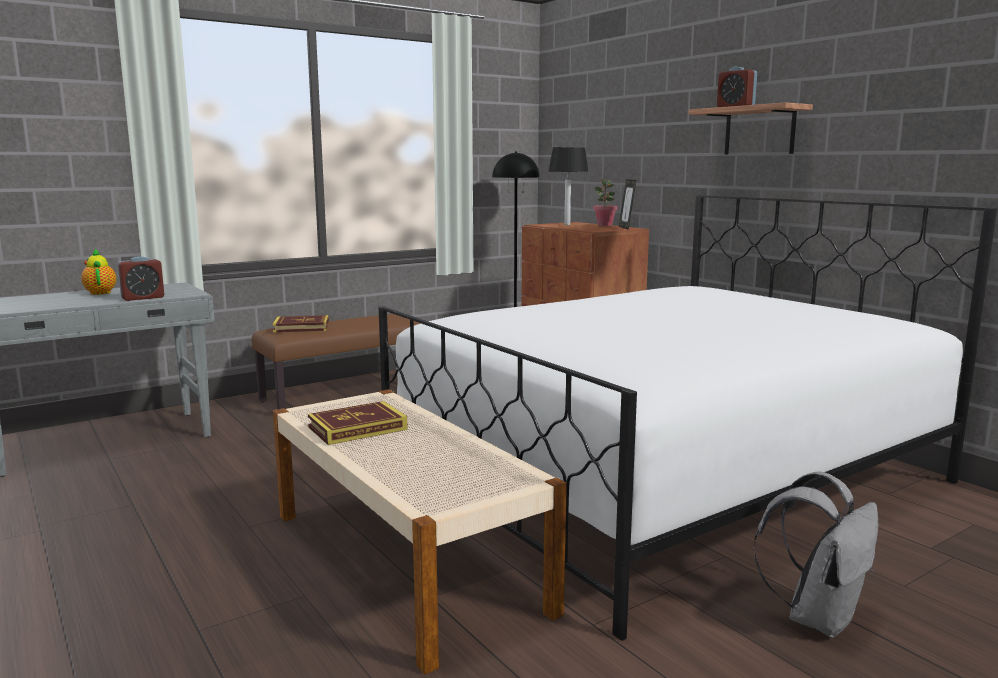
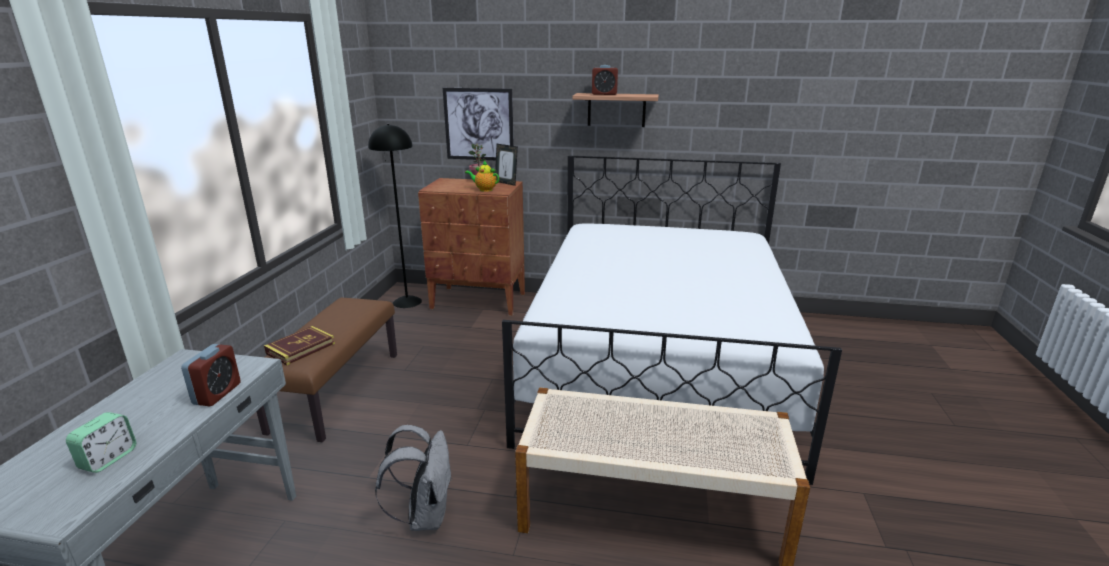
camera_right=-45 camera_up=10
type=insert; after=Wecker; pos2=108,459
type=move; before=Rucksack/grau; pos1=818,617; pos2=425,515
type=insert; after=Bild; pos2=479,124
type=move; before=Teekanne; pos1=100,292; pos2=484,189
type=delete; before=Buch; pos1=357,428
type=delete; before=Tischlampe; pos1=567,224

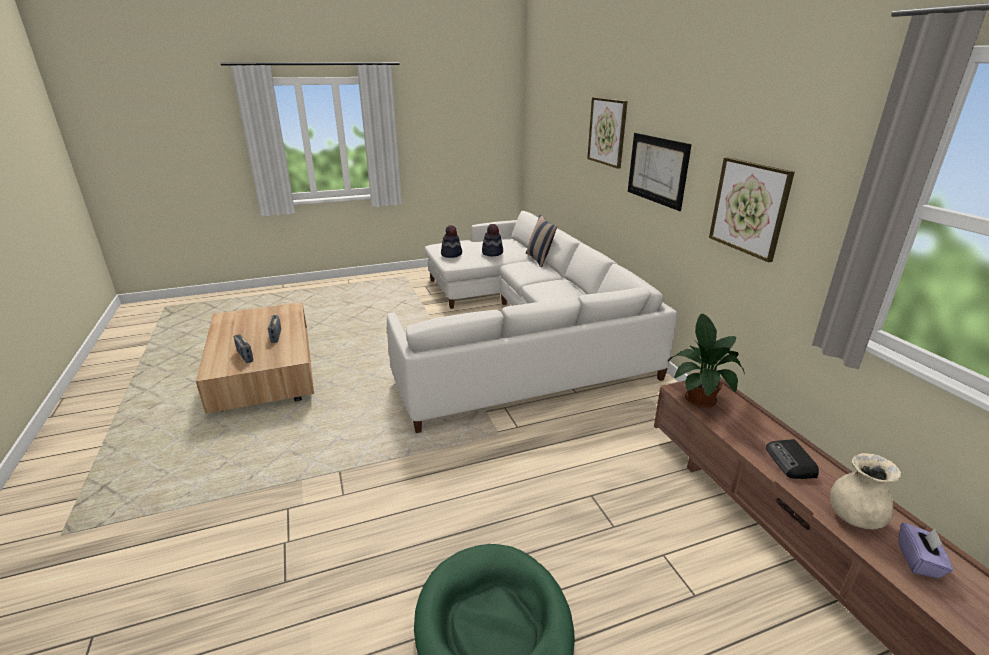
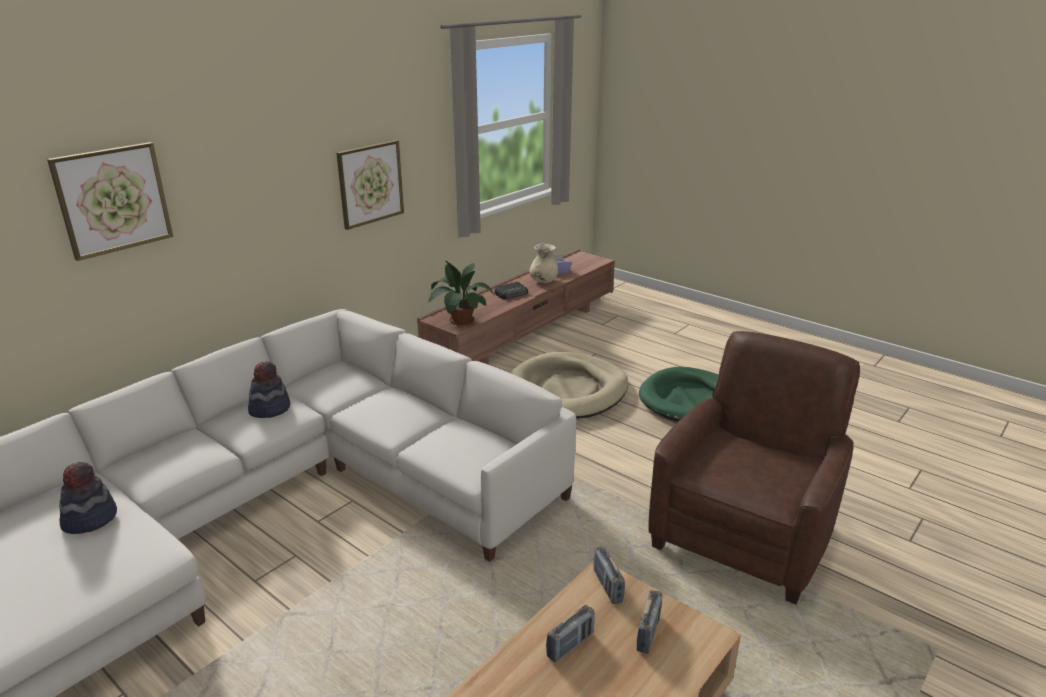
camera_right=-120 camera_up=0
type=move; before=Hut; pos1=451,254; pos2=269,409
type=insert; after=Hundebett/beige; pos2=566,391
type=insert; after=Radio; pos2=607,586
type=insert; after=Sessel/braun; pos2=744,535
type=delete; before=Kissen; pos1=539,259
type=delete; before=Bild; pos1=657,170

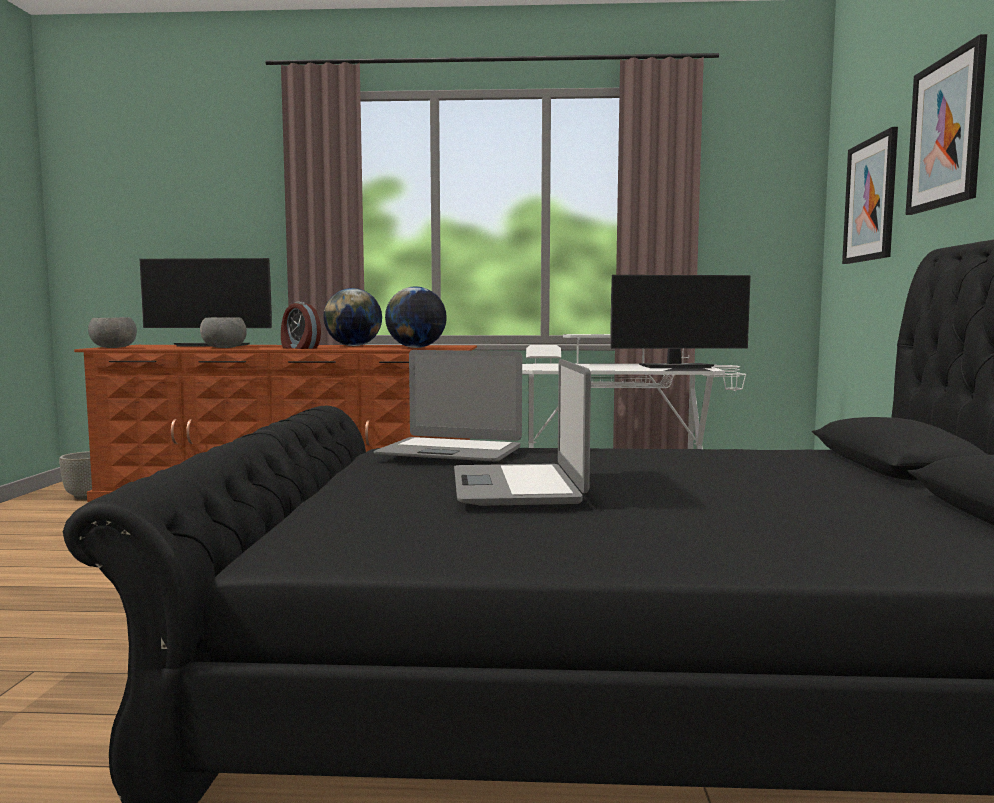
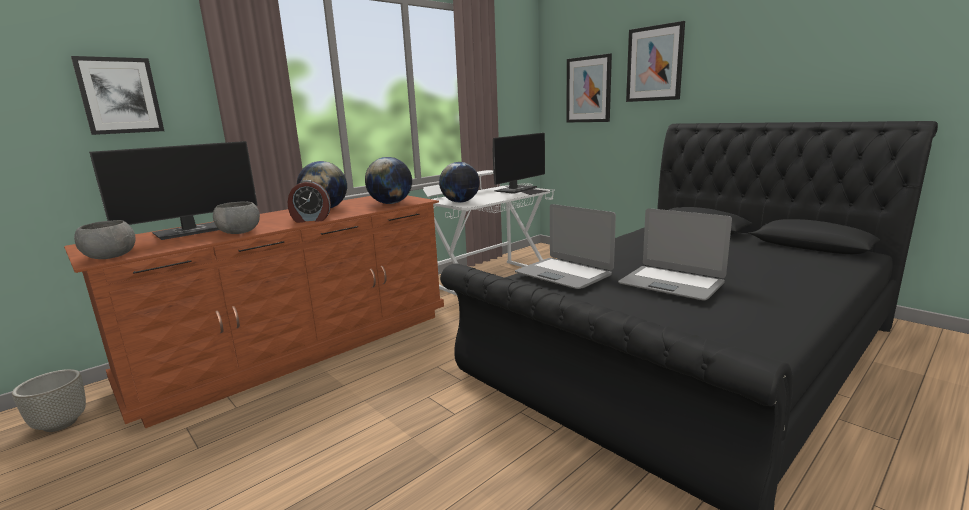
camera_right=-45 camera_up=10
type=insert; after=Bild; pos2=119,96
type=insert; after=Globus; pos2=460,202
type=rotate; before=Laptop; pos1=450,452; pos2=564,274; turn=75

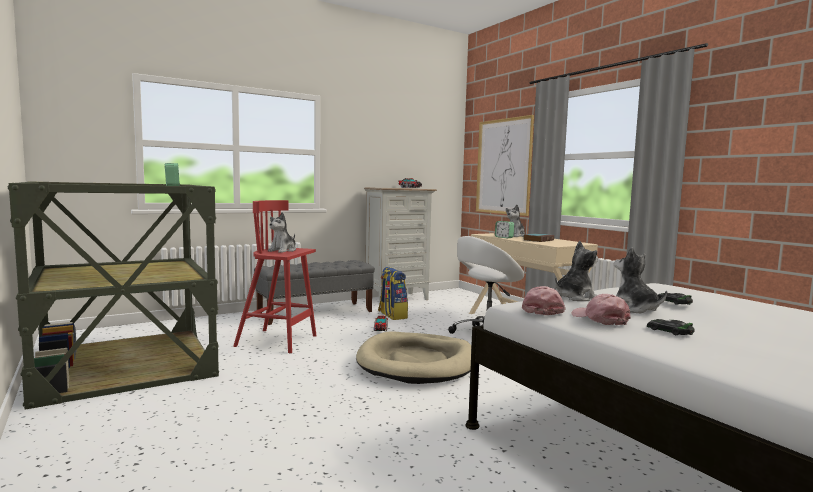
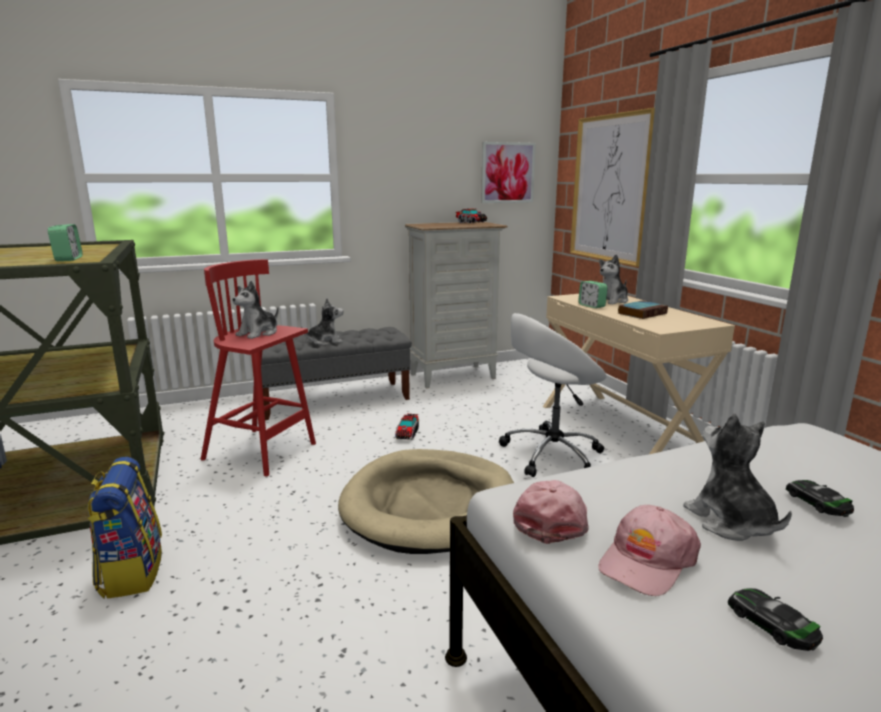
camera_right=10 camera_up=10
type=move; before=Rucksack; pos1=392,315; pos2=131,572
type=move; before=Plüschtier; pos1=574,297; pos2=325,341
type=insert; after=Bild; pos2=507,173
type=rotate; before=Kappe/rosa; pos1=600,319; pos2=646,561; turn=-120

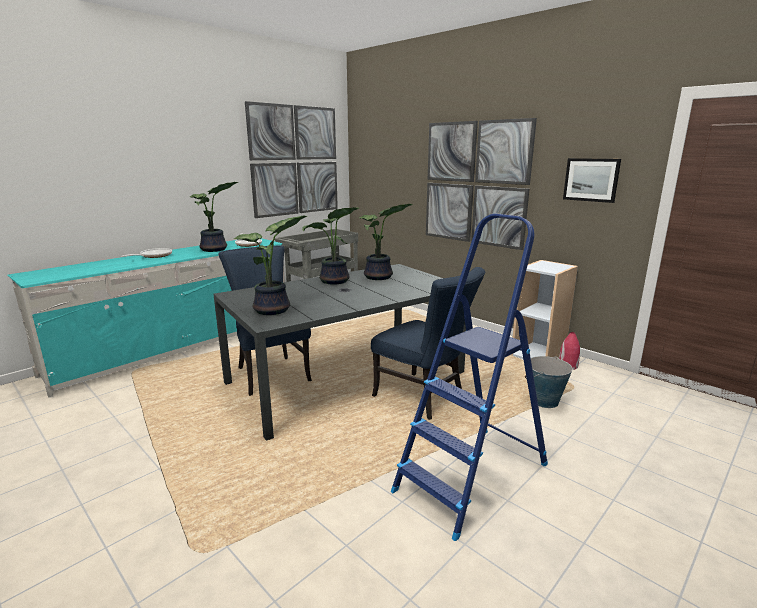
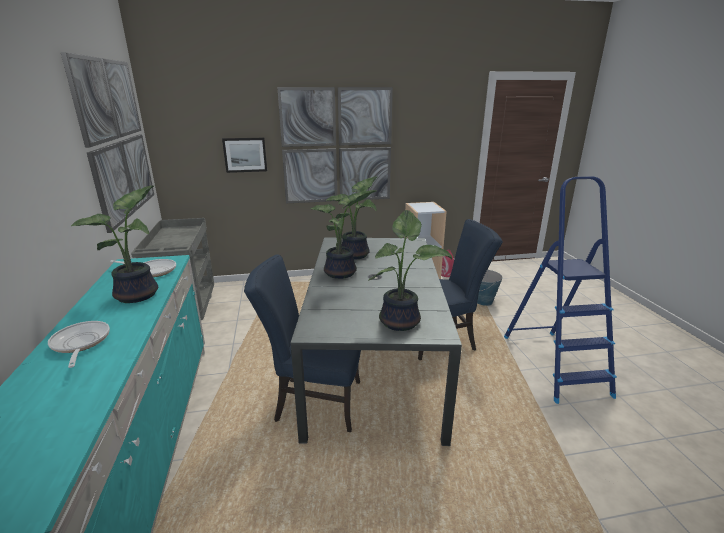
camera_right=-55 camera_up=5
type=move; before=Bild; pos1=591,179; pos2=245,154

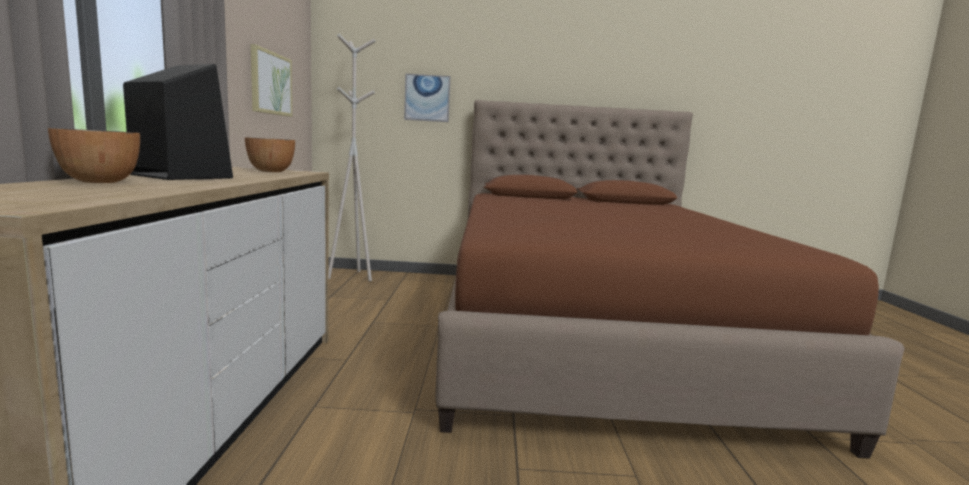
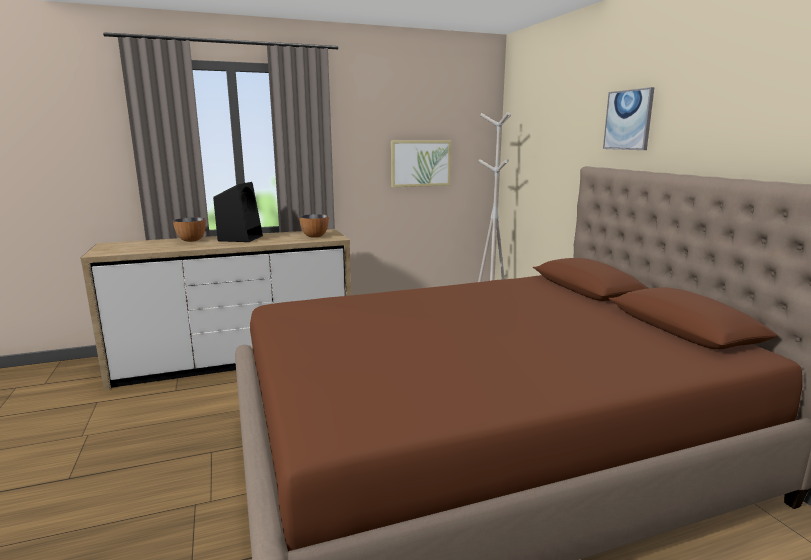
camera_right=70 camera_up=5
type=move; before=Bild; pos1=427,98; pos2=628,120

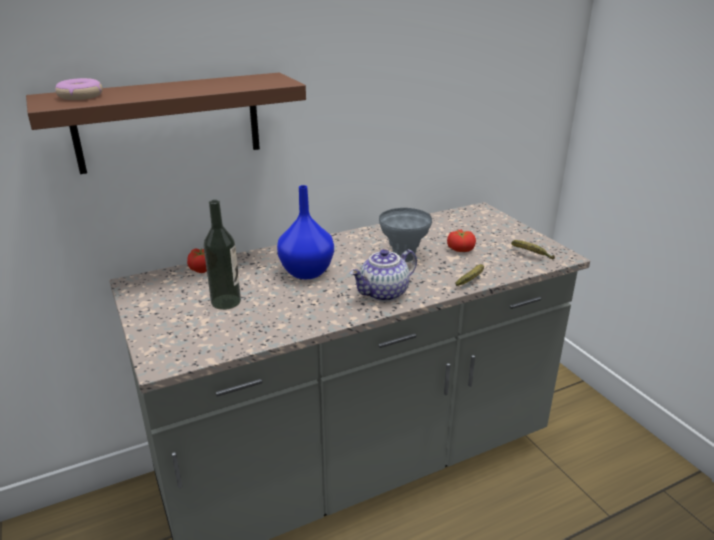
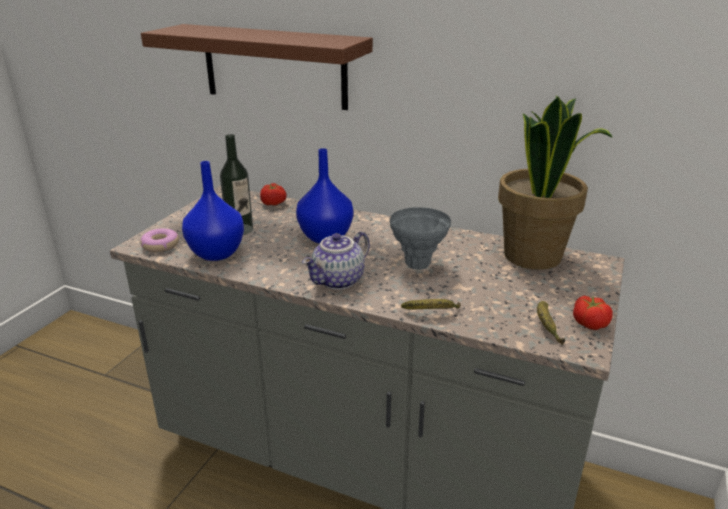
camera_right=50 camera_up=0
type=move; before=Donut; pos1=80,96; pos2=160,245
type=insert; after=Vase/blau; pos2=216,254
type=rotate; before=Teekanne; pos1=384,294; pos2=338,281; turn=-60
type=insert; after=Topfpflanze; pos2=533,256
type=move; before=Tomate; pos1=460,249; pos2=590,323

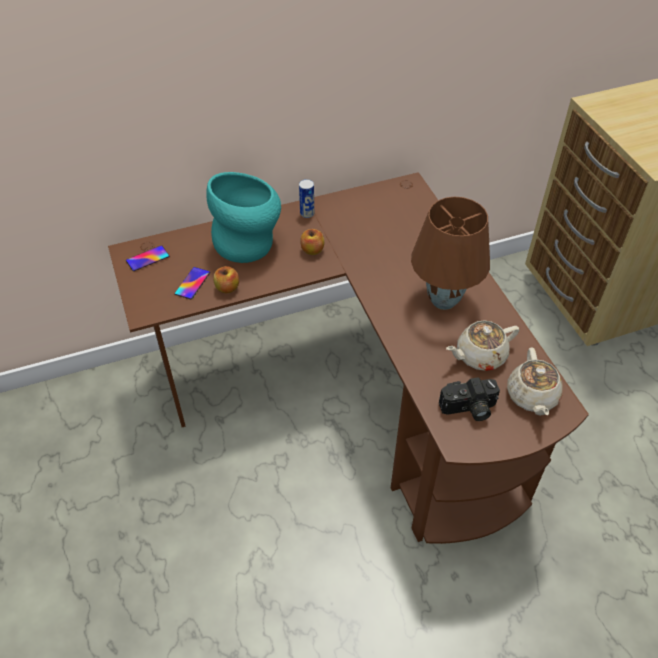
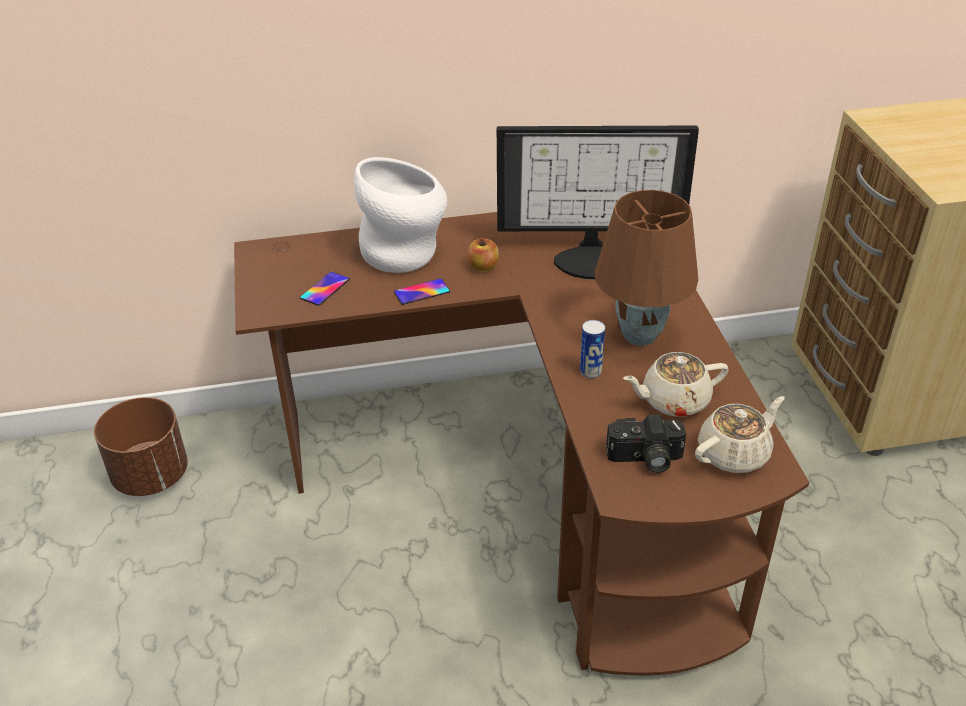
camera_right=10 camera_up=-10
type=insert; after=Pflanzkübel/braun; pos2=151,475
type=recolor; before=Vase/türkis; after=Vase/weiß; pos1=249,243; pos2=405,253
type=move; before=Handy; pos1=147,258; pos2=421,292
type=insert; after=Monitor; pos2=593,257
type=move; before=Dose; pos1=307,213; pos2=590,371
type=rotate; before=Teekanne/beige; pos1=532,396; pos2=734,453; turn=-135
type=delete; before=Apfel; pos1=227,288

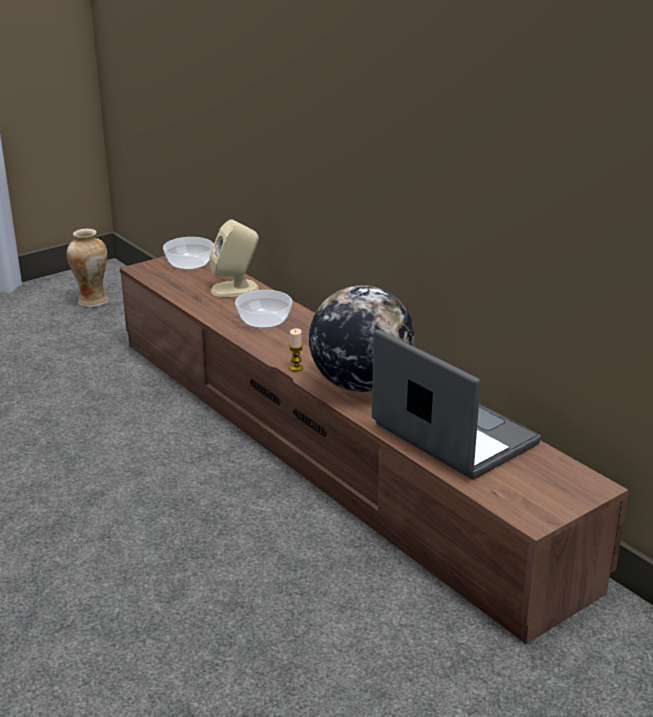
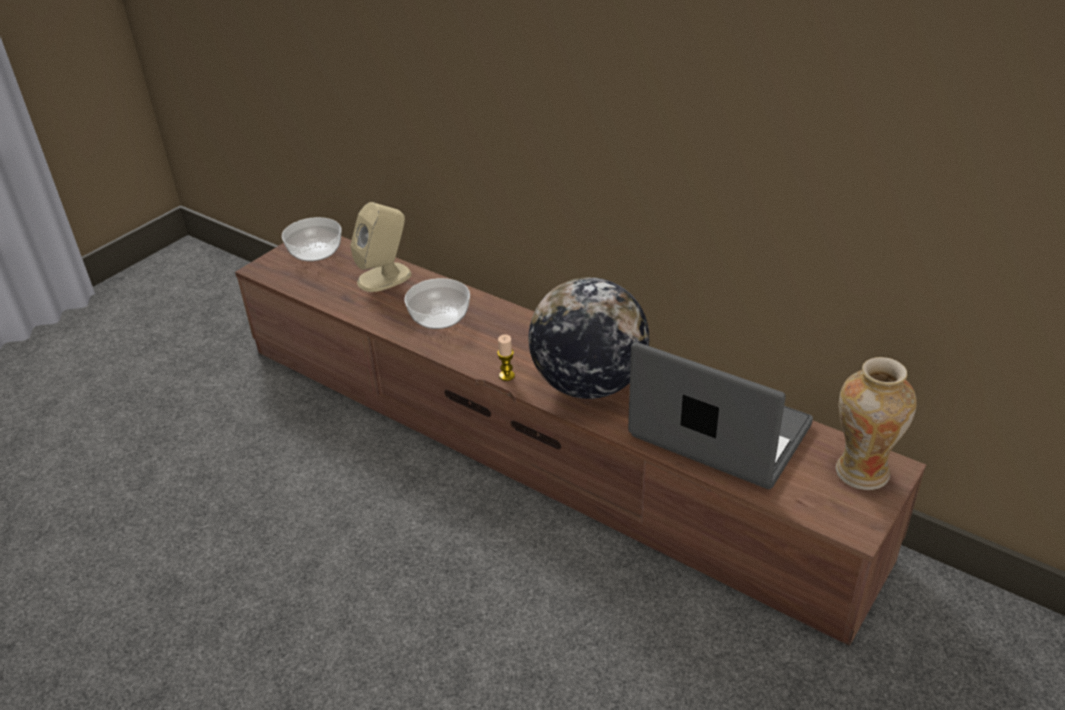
camera_right=-15 camera_up=10
type=move; before=Vase; pos1=92,301; pos2=861,472

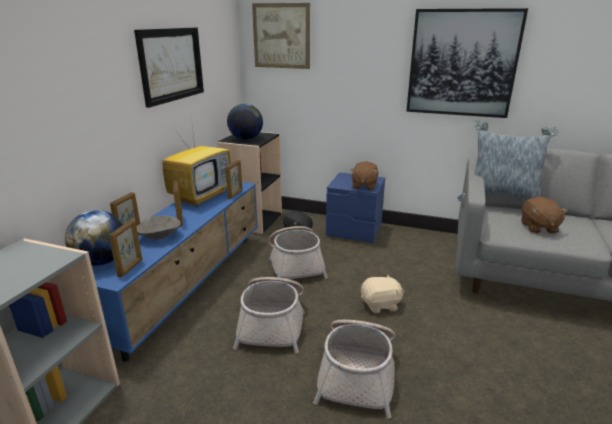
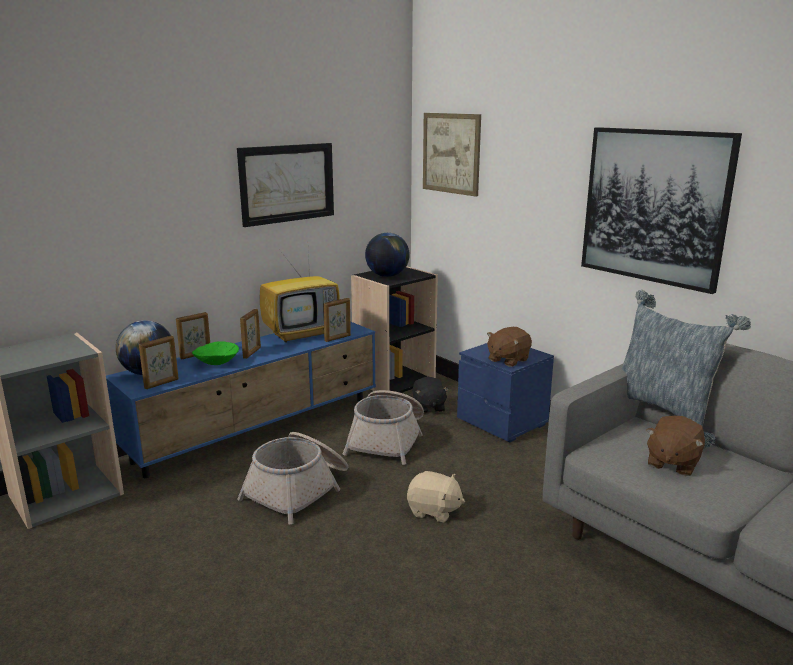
camera_right=30 camera_up=-5
type=recolor; before=Schüssel/grau; after=Schüssel/grün; pos1=159,237; pos2=216,363
type=delete; before=Korb; pos1=358,373

